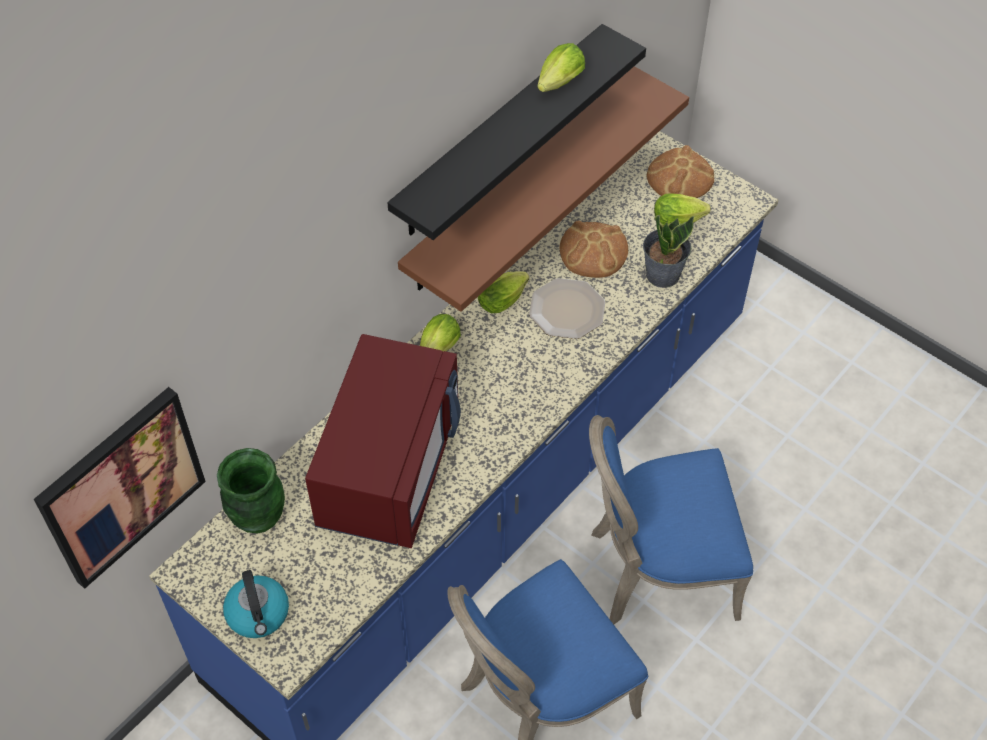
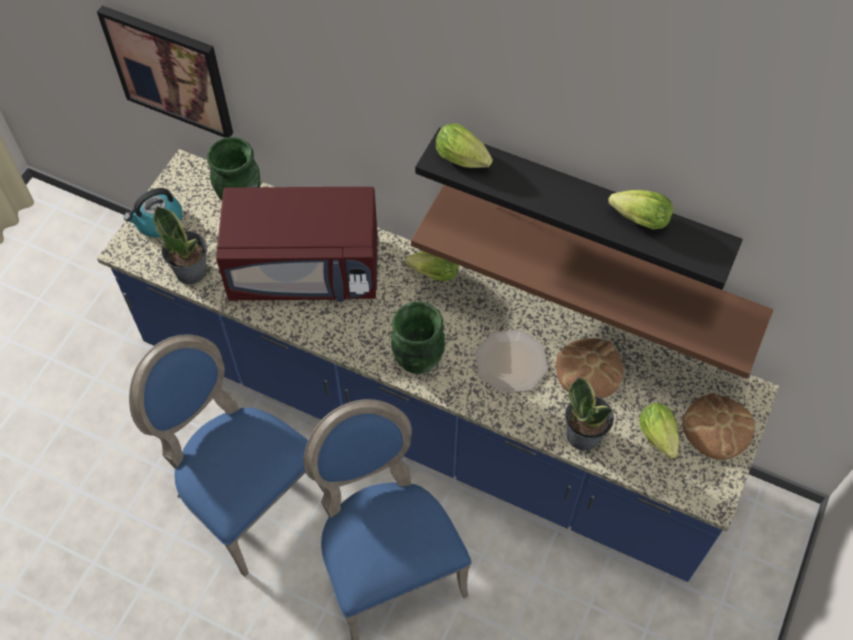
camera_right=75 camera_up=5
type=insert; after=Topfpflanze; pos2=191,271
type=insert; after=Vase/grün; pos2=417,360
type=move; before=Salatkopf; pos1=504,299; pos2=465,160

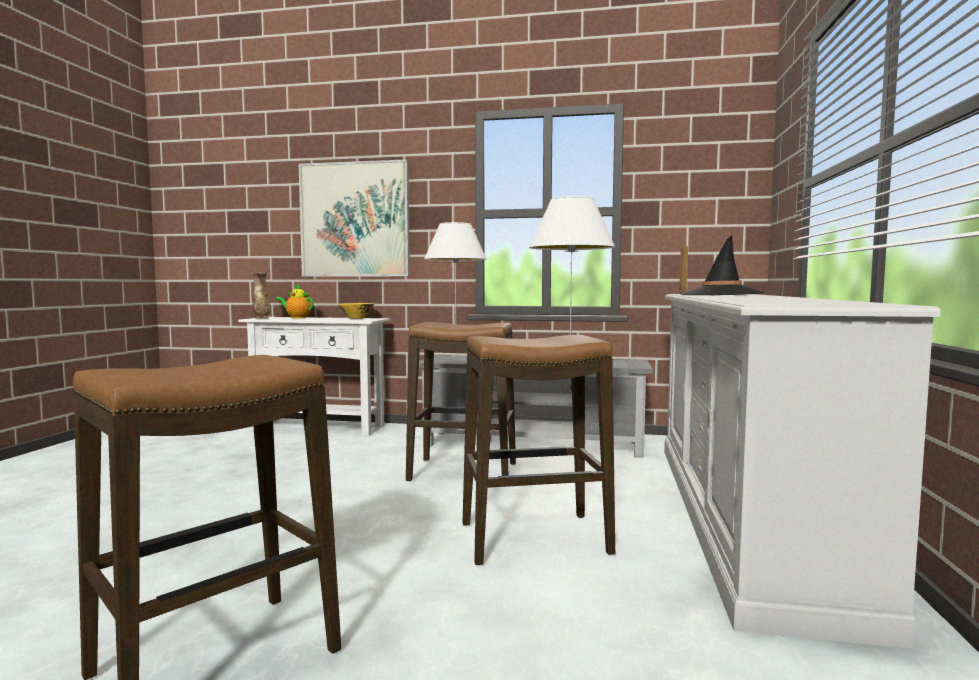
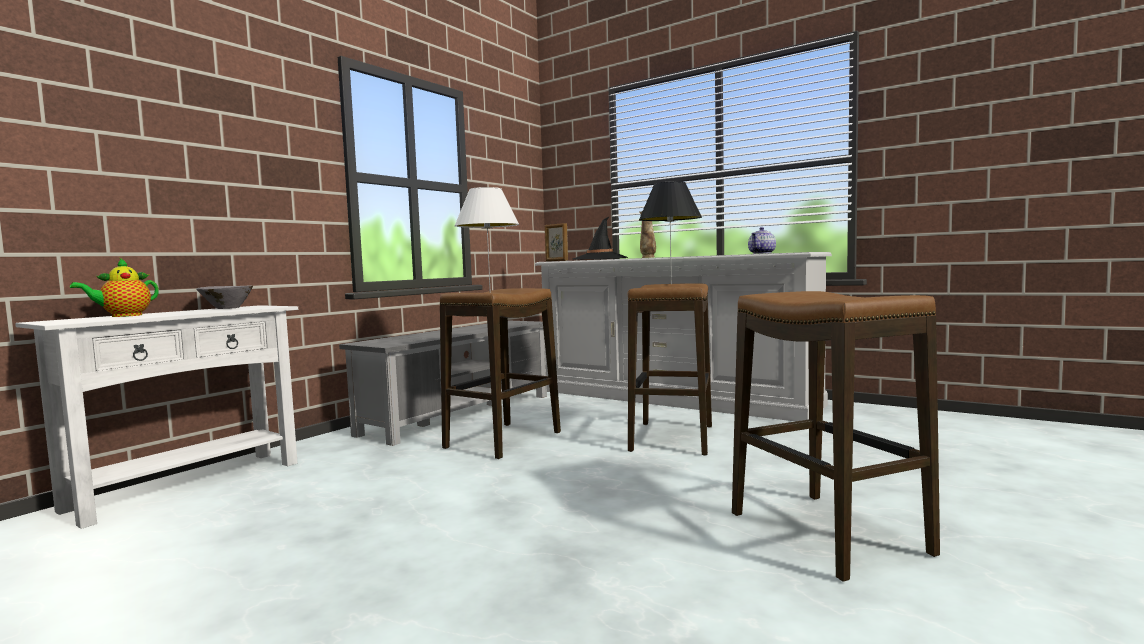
camera_right=-65 camera_up=0
type=recolor; before=Schüssel/gelb; after=Schüssel/grau; pos1=357,318; pos2=227,308
type=recolor; before=Tischlampe/weiß; after=Tischlampe/schwarz; pos1=570,337; pos2=671,284
type=move; before=Vase; pos1=261,318; pos2=648,257
type=insert; after=Teekanne; pos2=762,253
type=delete; before=Bild; pos1=355,220

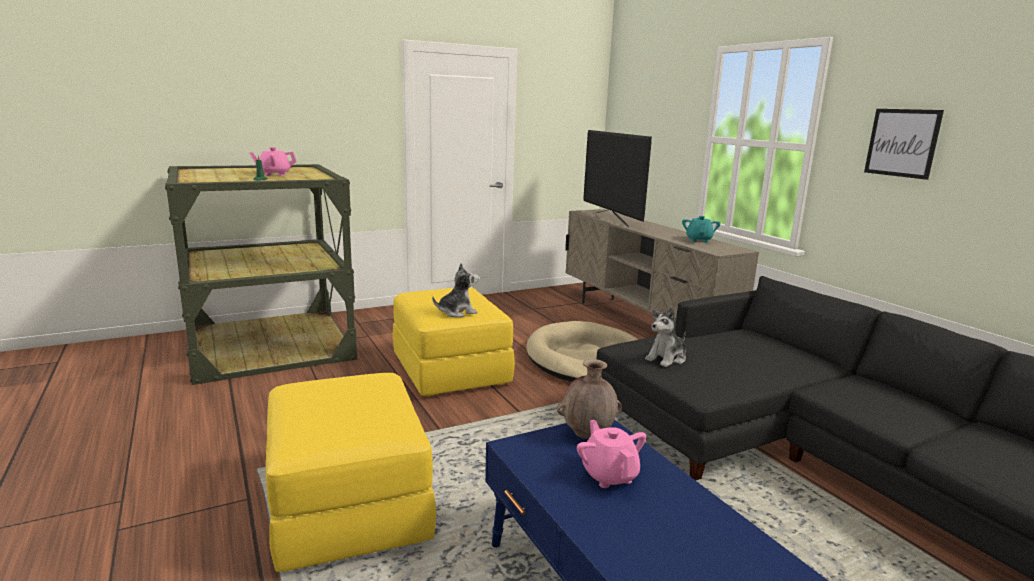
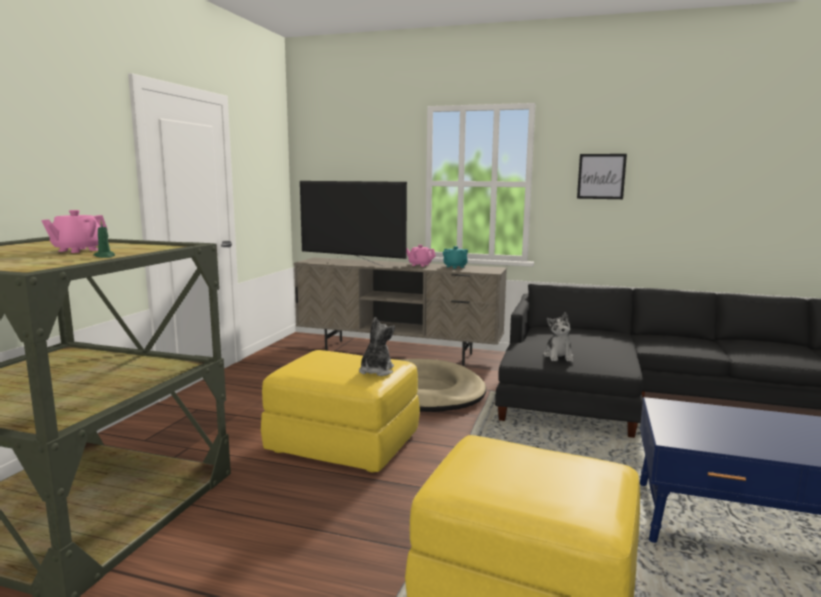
camera_right=-45 camera_up=-5
type=move; before=Teekanne/rosa; pos1=609,475; pos2=420,265
type=delete; before=Vase/braun; pos1=588,434

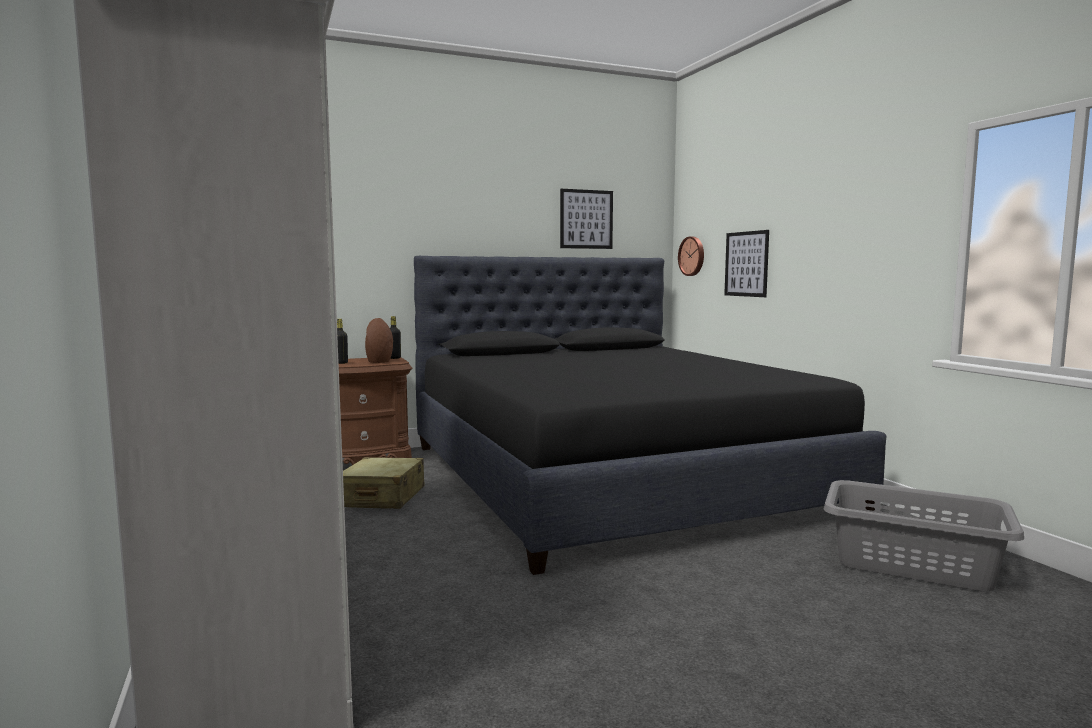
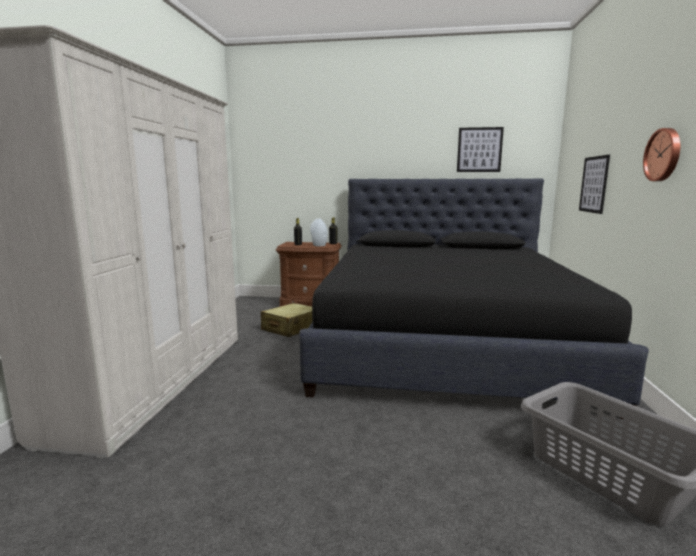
camera_right=30 camera_up=5
type=recolor; before=Vase/braun; after=Vase/grau; pos1=379,362; pos2=319,245
type=move; before=Wanduhr; pos1=692,256; pos2=664,155

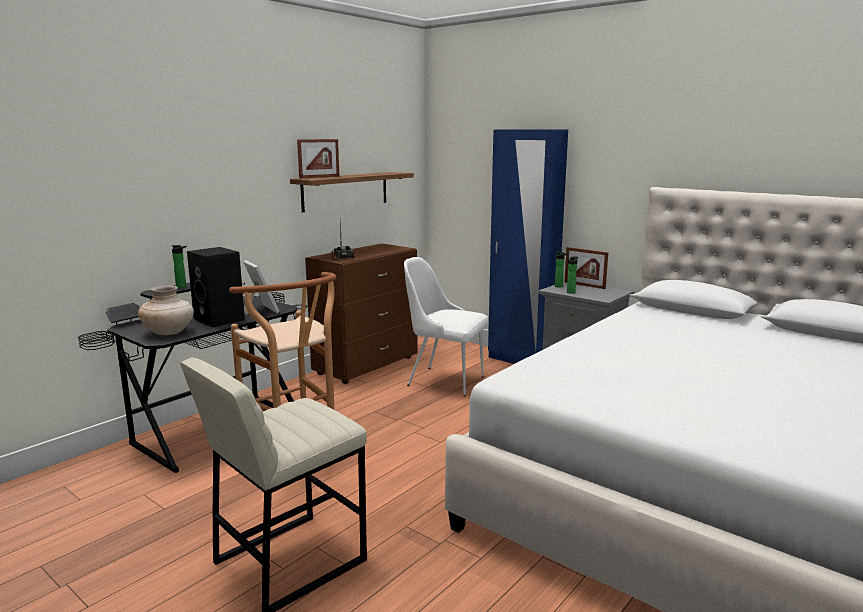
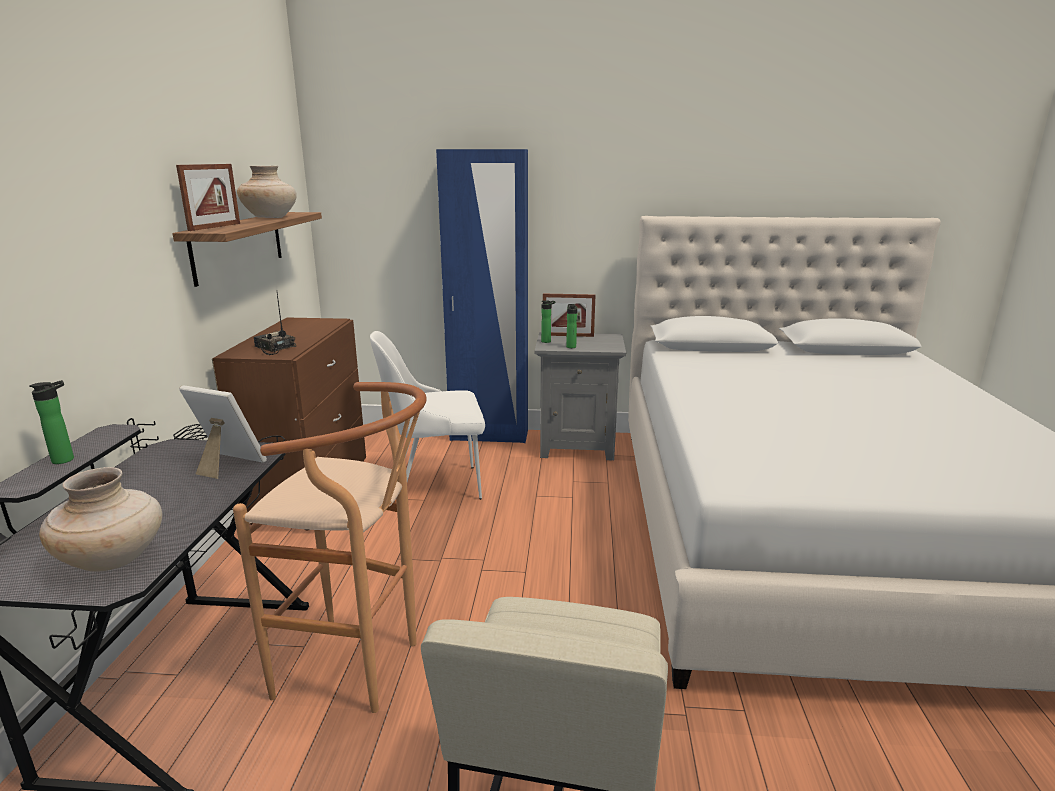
camera_right=-35 camera_up=5
type=insert; after=Vase/beige; pos2=271,218
type=delete; before=Lautsprecher/schwarz; pos1=220,319

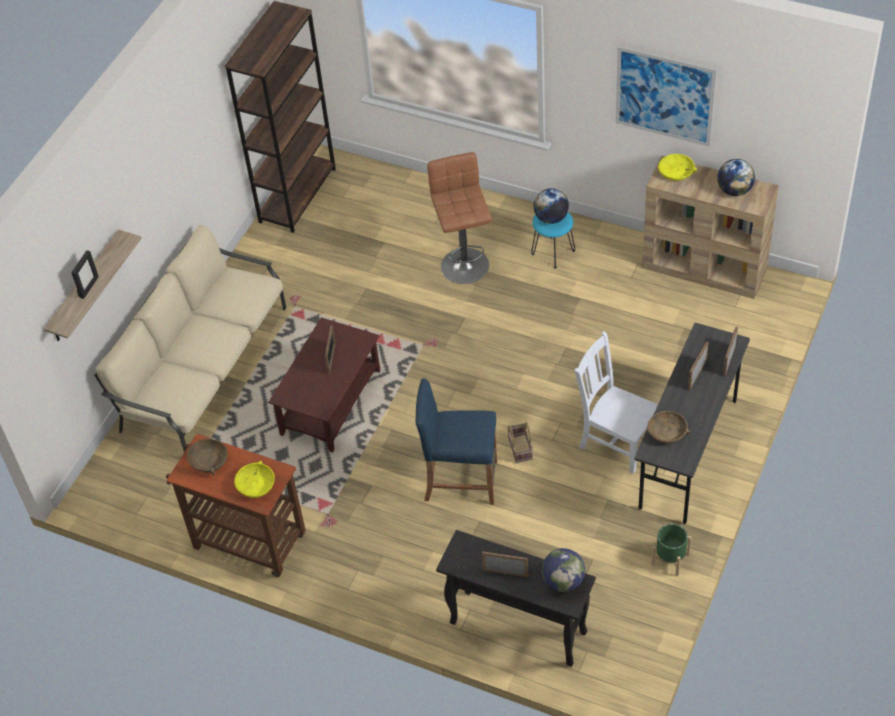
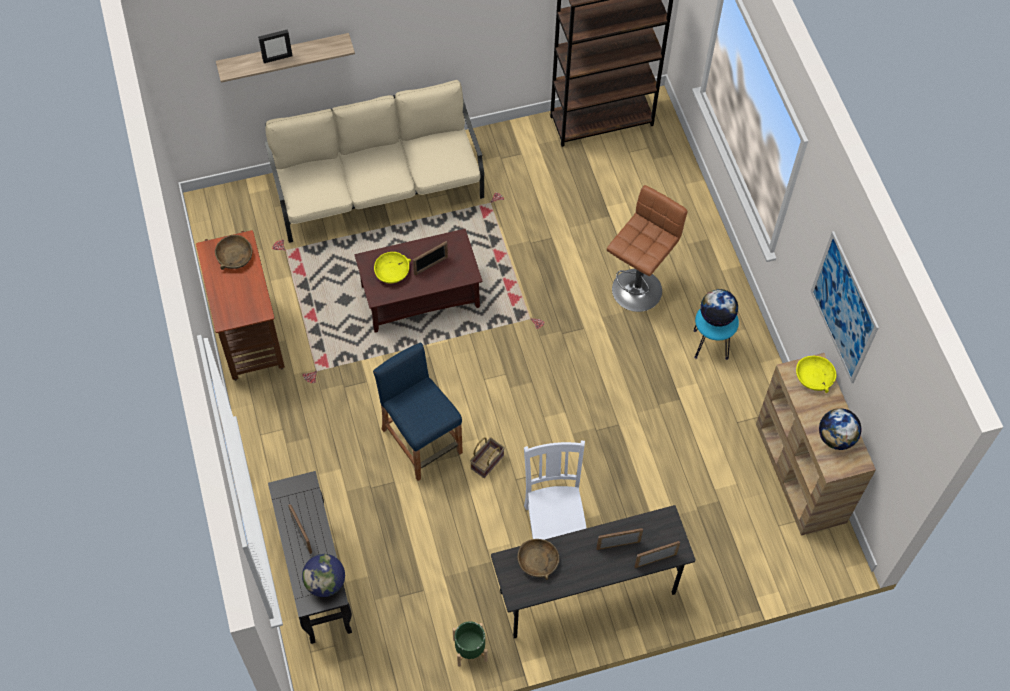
camera_right=45 camera_up=10
type=move; before=Schüssel/gelb; pos1=255,484; pos2=392,271

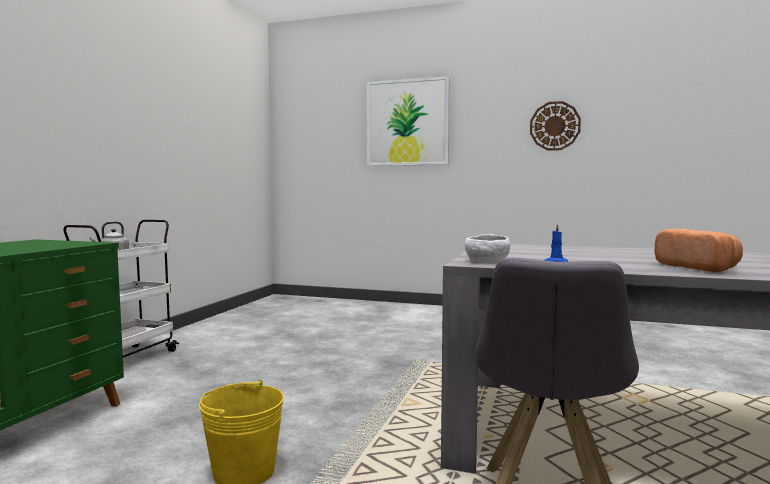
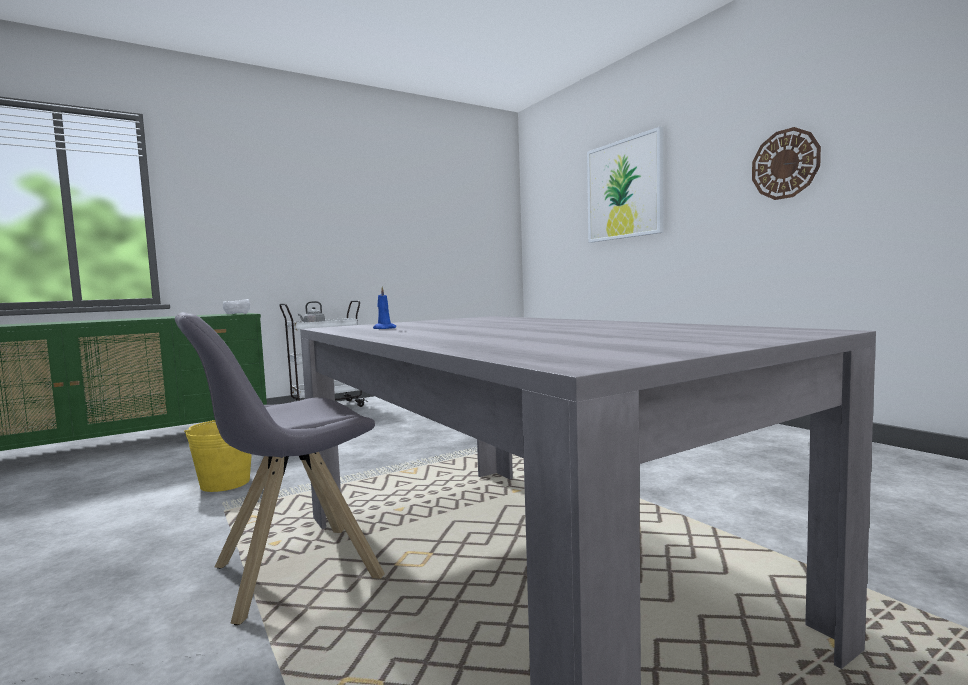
camera_right=40 camera_up=0
type=move; before=Schüssel/weiß; pos1=487,261; pos2=236,314
type=delete; before=Brot; pos1=699,268

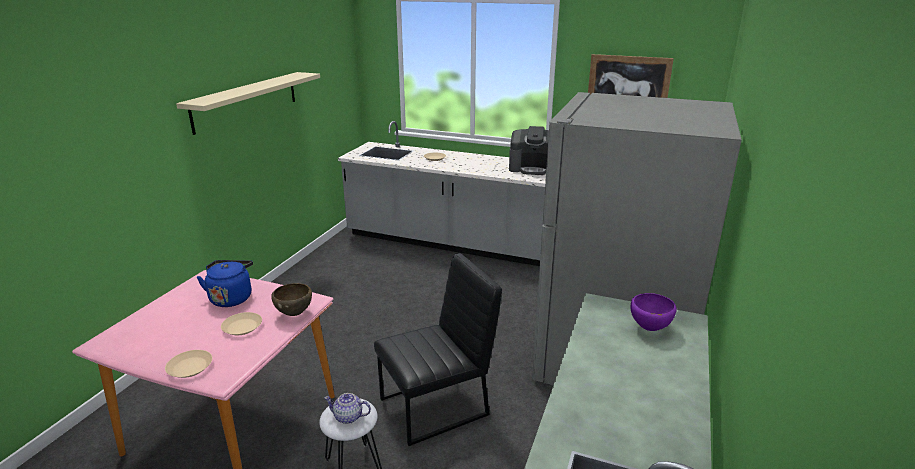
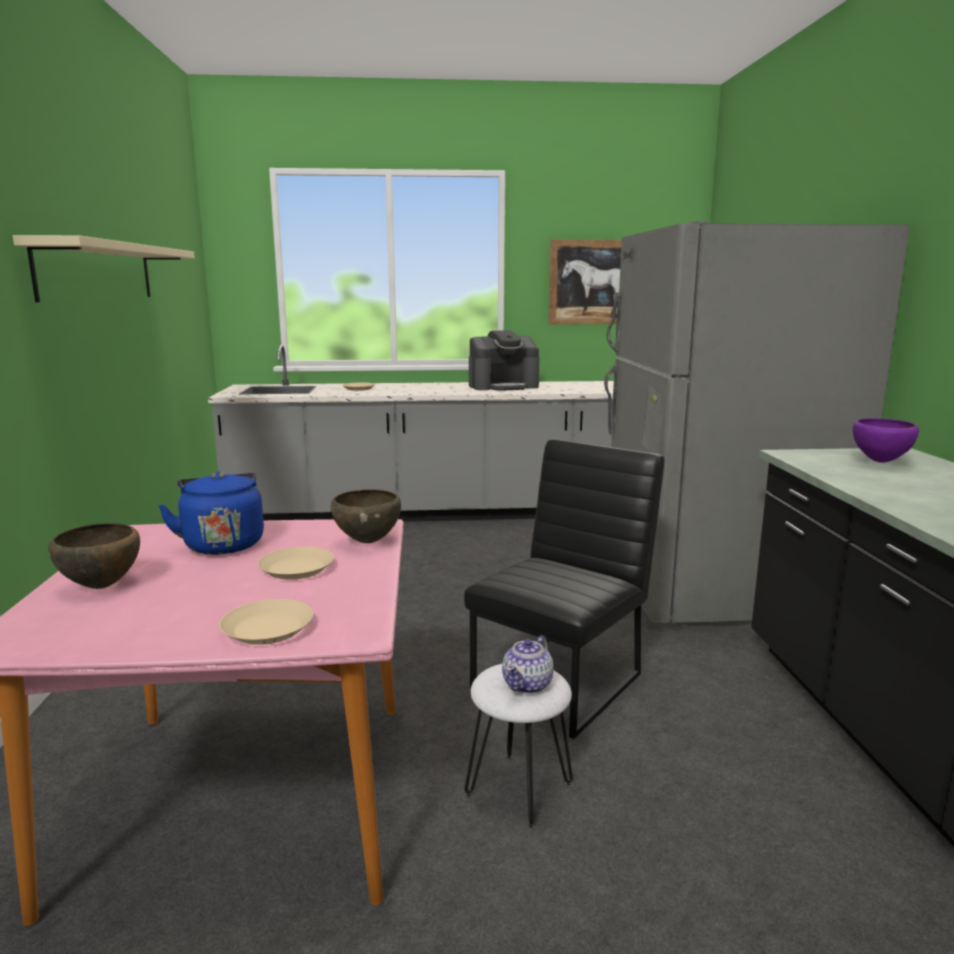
camera_right=-25 camera_up=-10
type=insert; after=Schüssel/braun; pos2=102,586
type=rotate; before=Teekanne; pos1=348,417; pos2=528,684; turn=-45

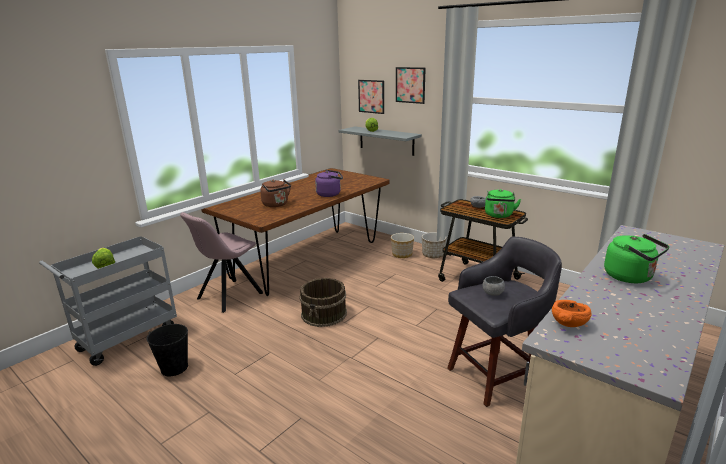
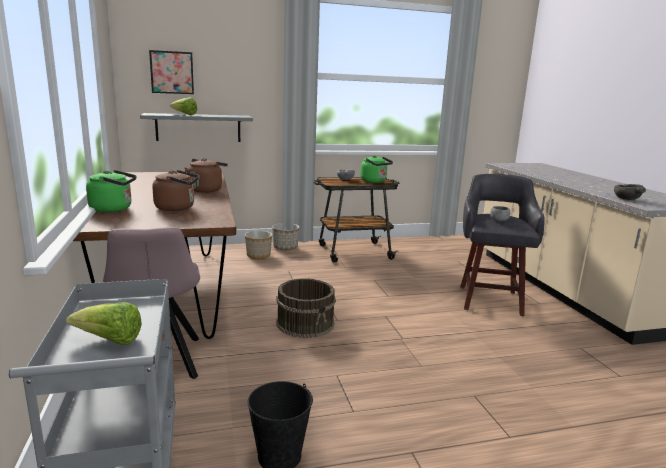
camera_right=-55 camera_up=-5
type=move; before=Wasserkessel/grün; pos1=631,277; pos2=114,209
type=recolor; before=Wasserkessel/lila; after=Wasserkessel/braun; pos1=330,194; pos2=206,190
type=recolor; before=Schüssel/orange; after=Schüssel/grau; pos1=568,323; pos2=626,199
type=delete; before=Bild; pos1=410,85

